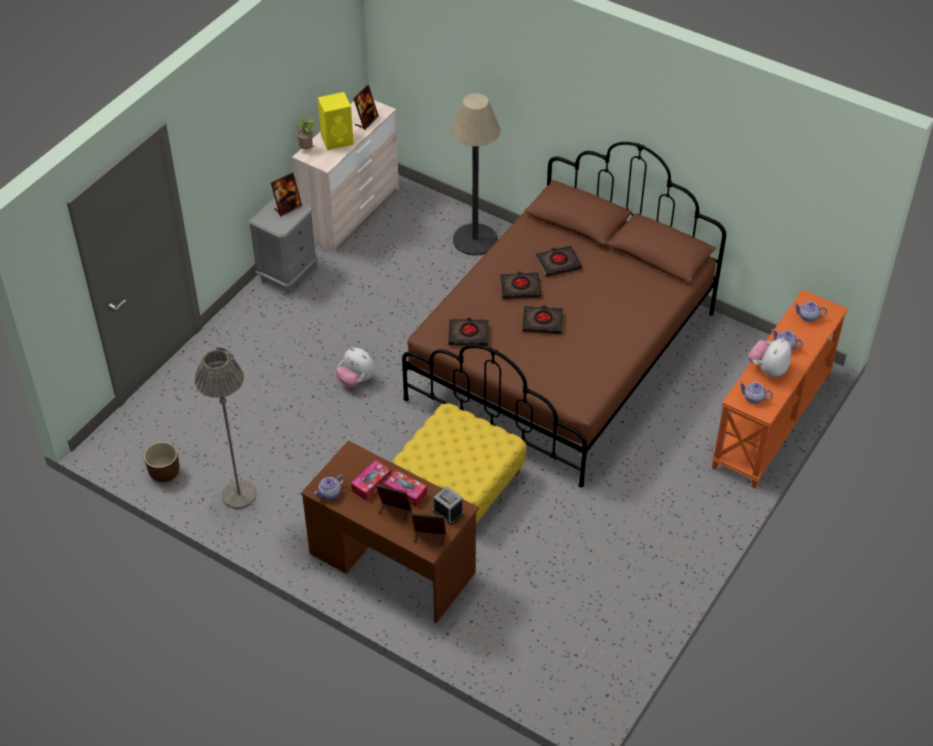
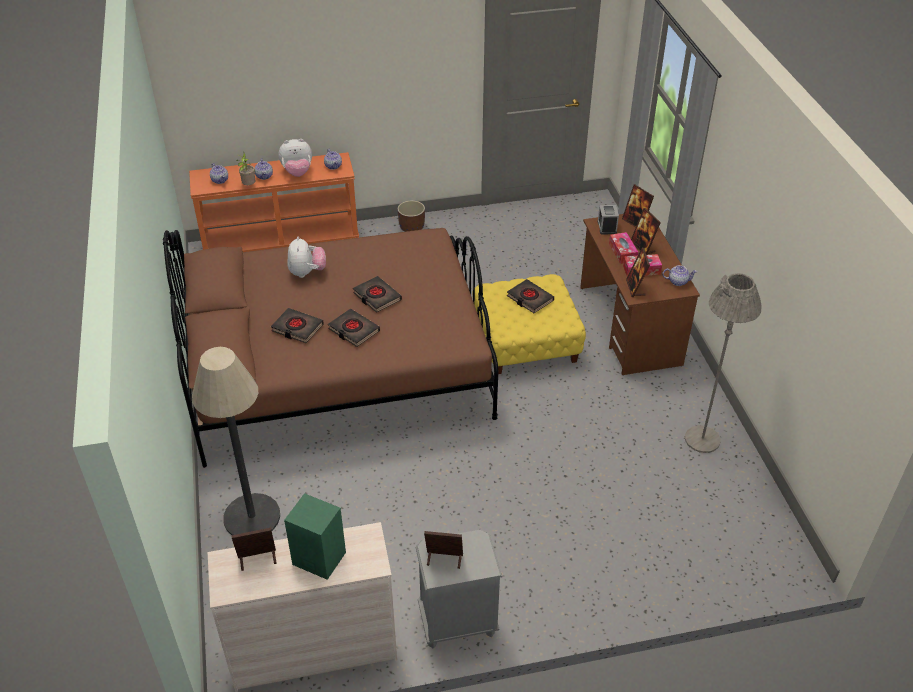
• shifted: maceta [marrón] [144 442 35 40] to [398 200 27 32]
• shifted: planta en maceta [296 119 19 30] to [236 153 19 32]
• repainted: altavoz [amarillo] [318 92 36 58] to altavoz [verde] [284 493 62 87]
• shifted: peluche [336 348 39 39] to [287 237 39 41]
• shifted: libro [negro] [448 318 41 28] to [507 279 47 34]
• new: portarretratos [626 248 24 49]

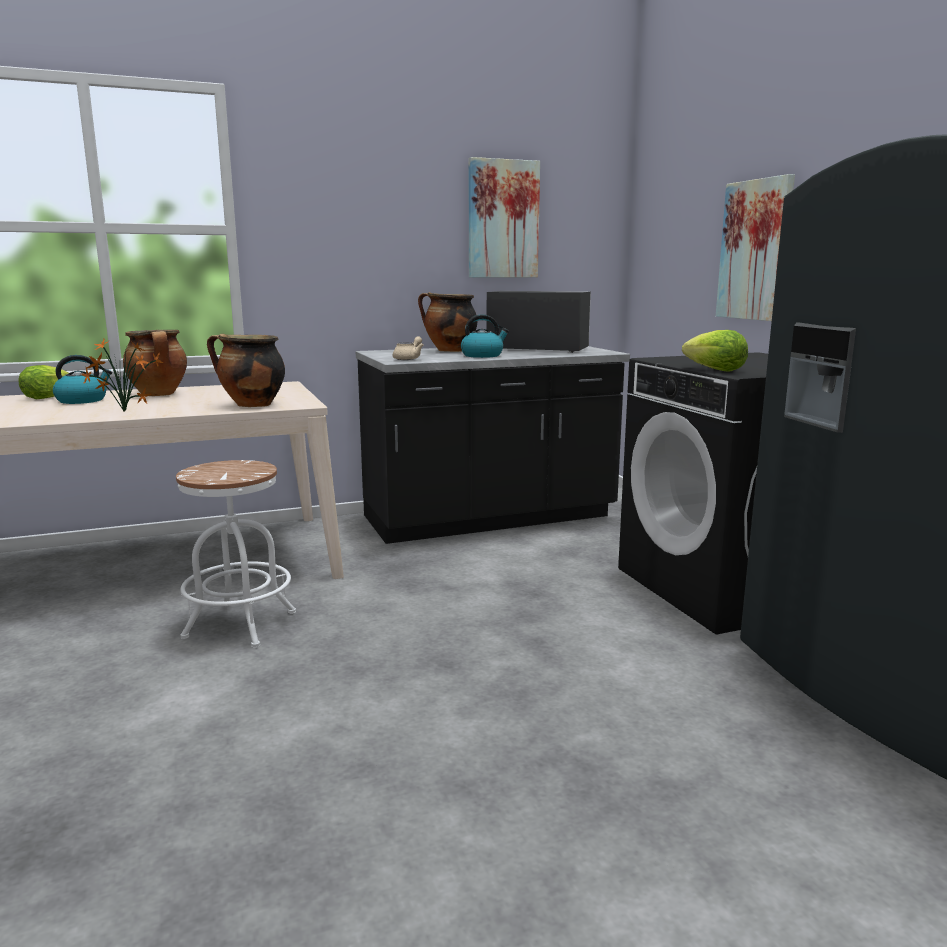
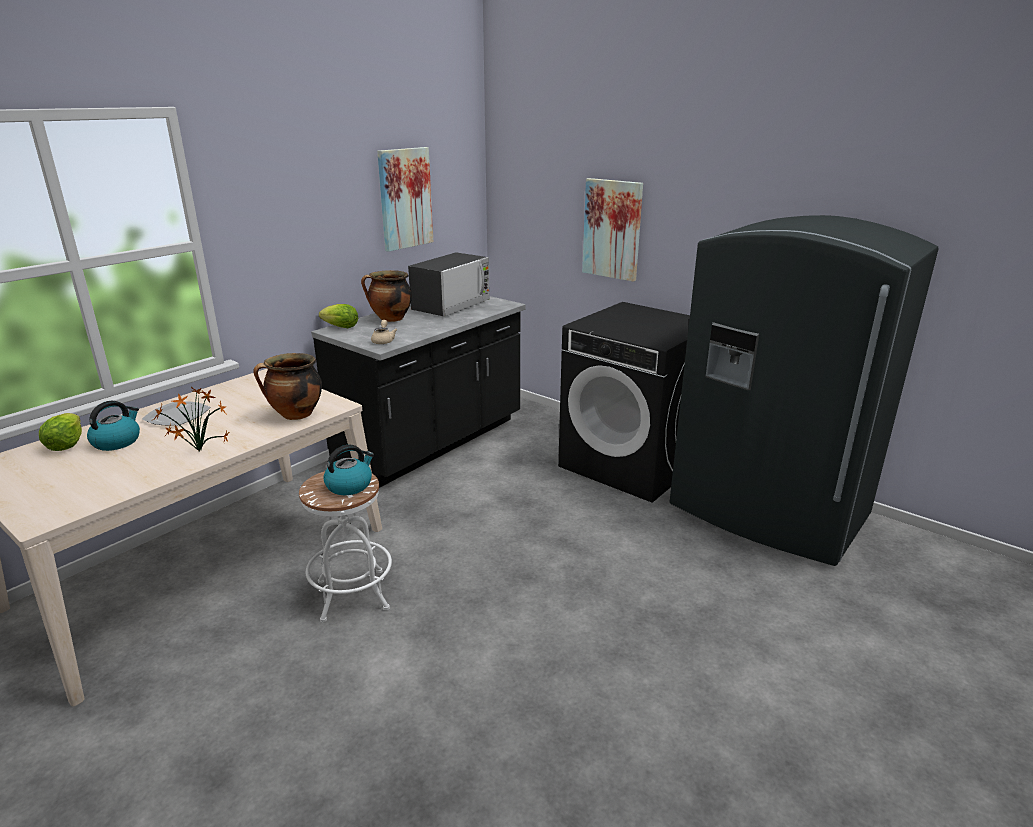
• swapped: olla [123 330 64 66] to plato [142 401 68 24]
• shifted: hervidor [461 314 48 44] to [323 445 51 50]
• rotated: microondas [486 291 105 62] = [408 252 82 64] 135 degrees clockwise
• shifted: lechuga [682 330 66 42] to [319 304 39 24]

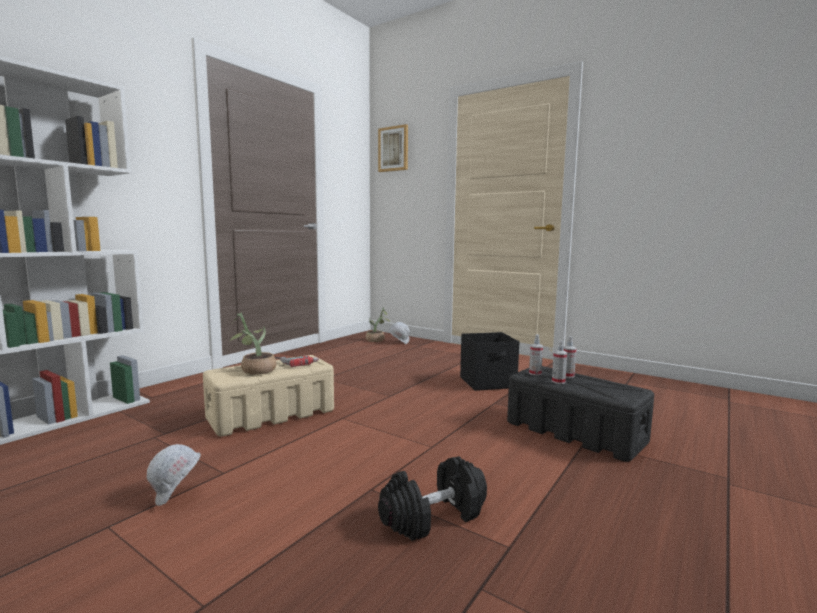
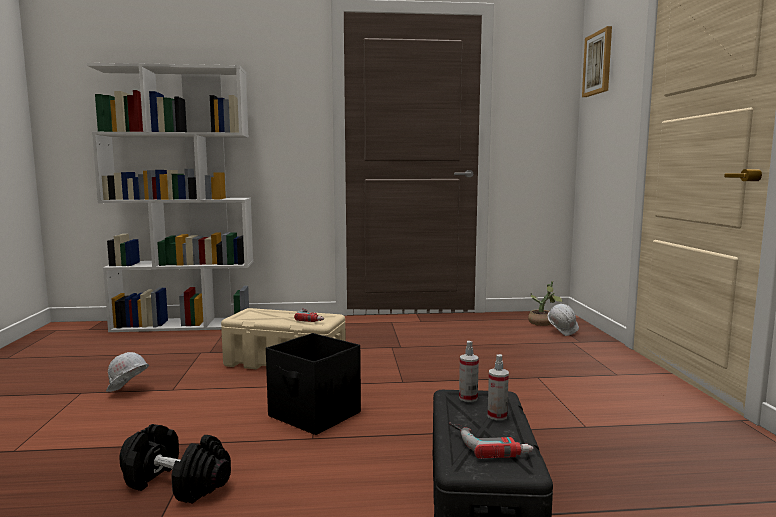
• gone: planta en maceta [230 313 46 62]
• shifted: caja de almacenaje [negro] [460 332 59 59] to [266 333 95 102]
• gone: pulverizador [552 341 15 43]
• new: taladro [449 422 85 37]

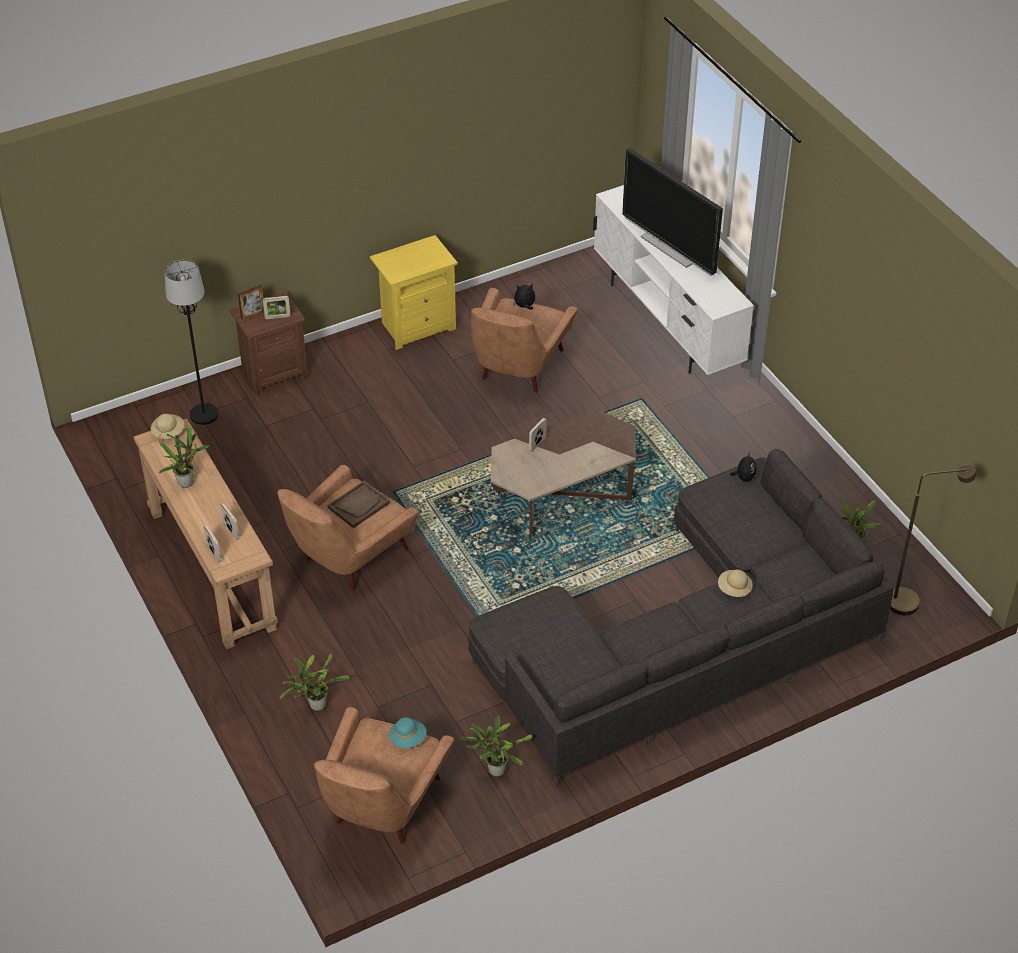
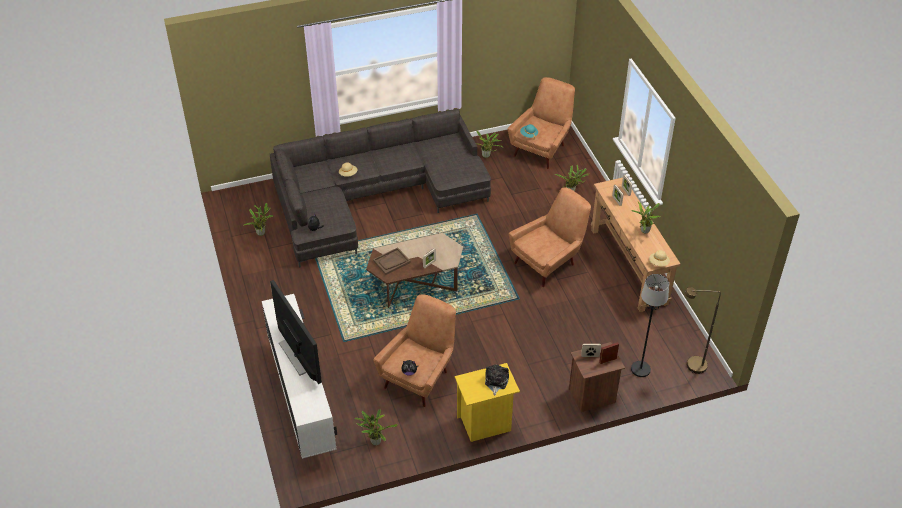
• shifted: bandeja [marrón] [327 480 63 48] to [373 248 38 27]
• shifted: lámpara de pie [marrón] [890 464 86 151] to [685 287 36 87]
• new: planta en maceta [354 409 44 36]
• new: peluche [485 364 24 31]

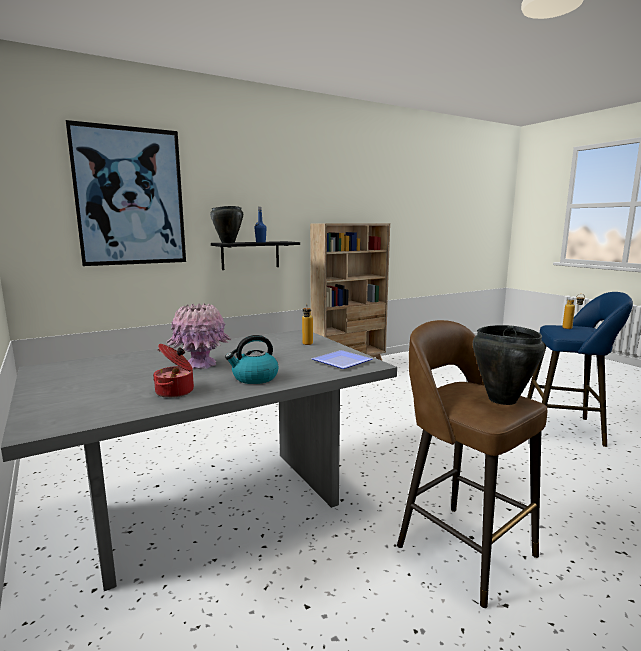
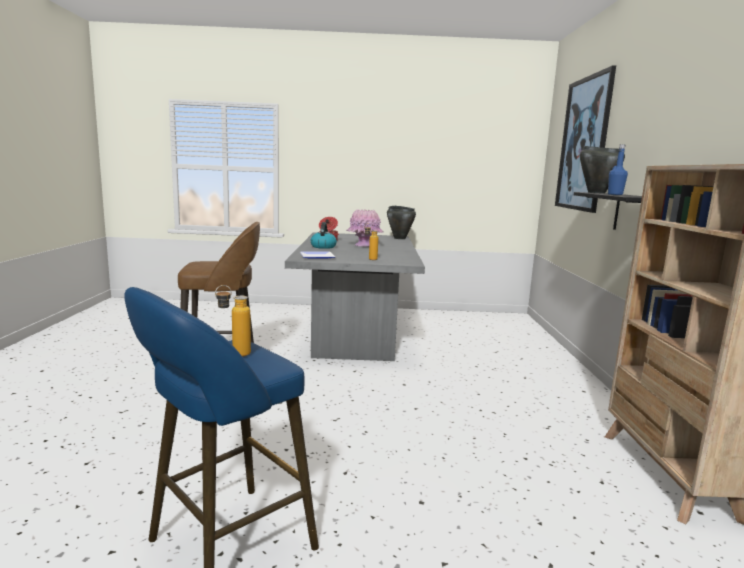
• shifted: olla [negro] [473 325 72 80] to [387 206 29 33]

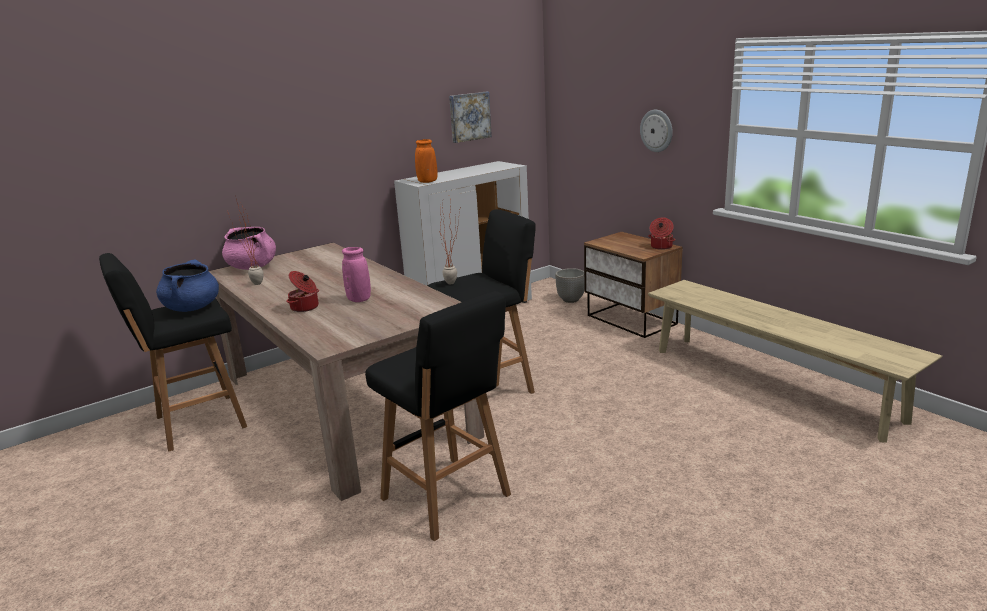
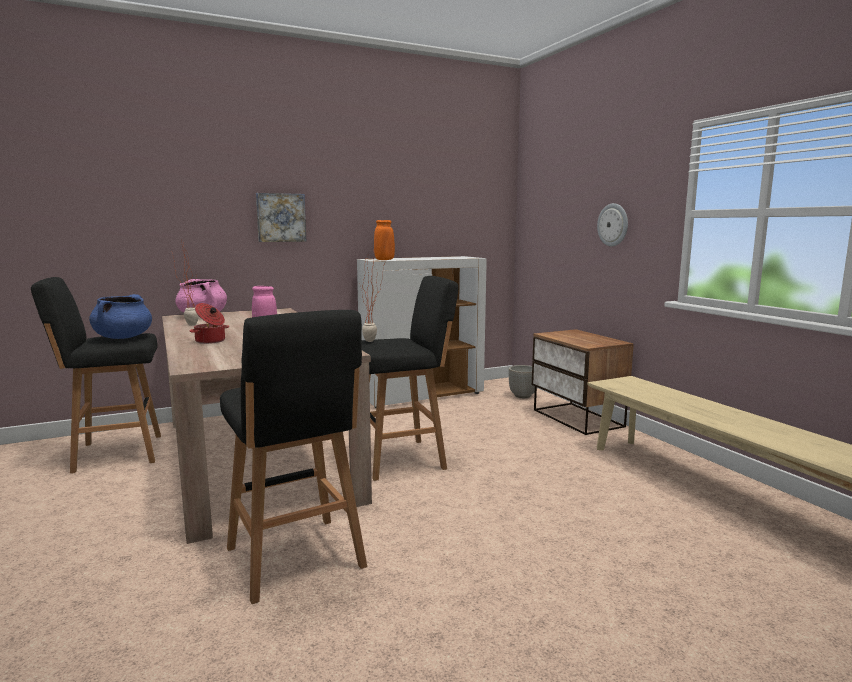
• shifted: cuadro [449 92 43 51] to [256 193 50 49]
• gone: olla [648 217 28 33]

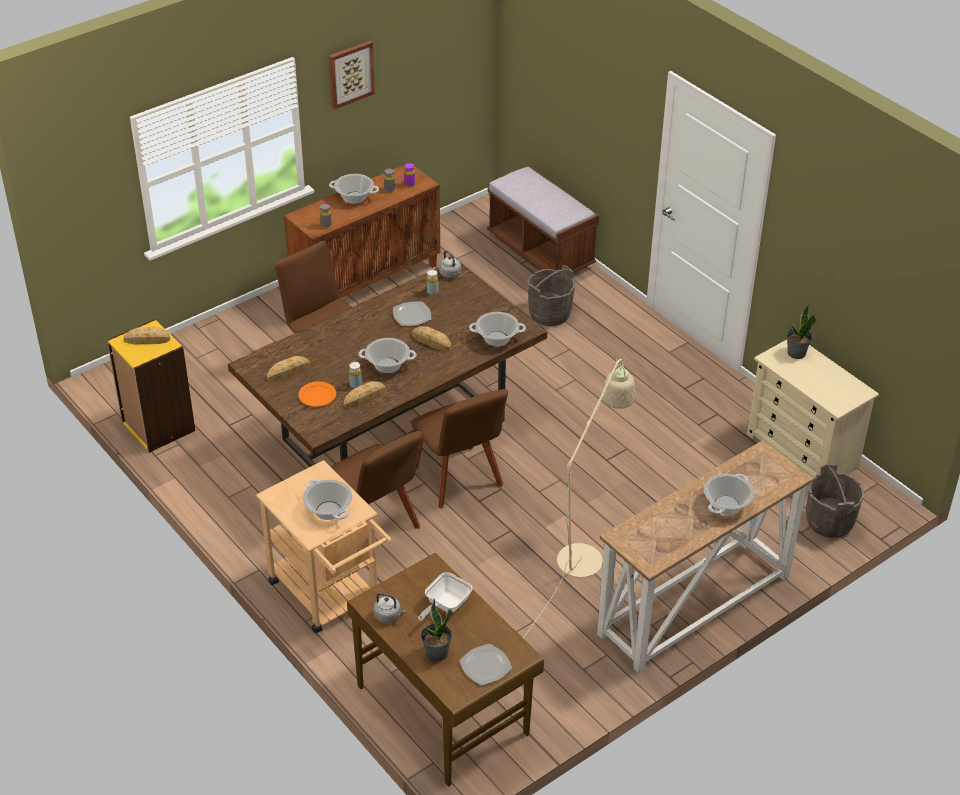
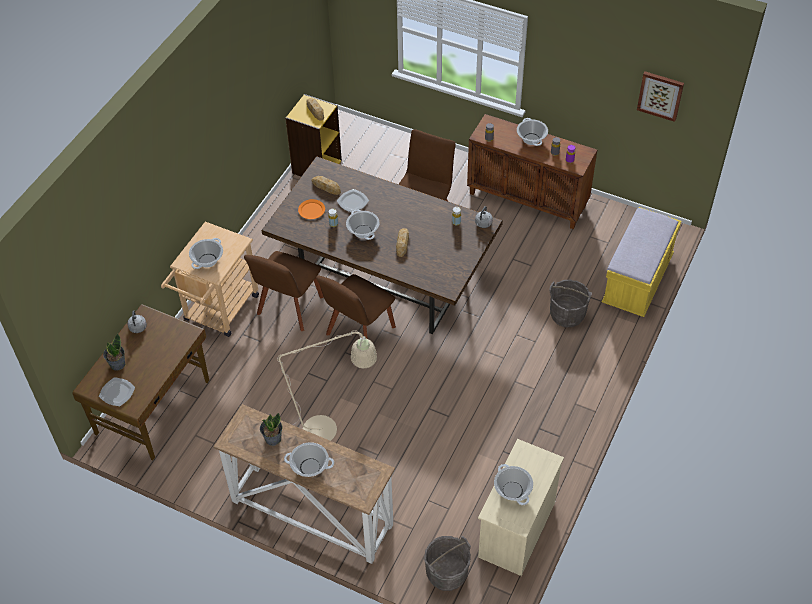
• shifted: cuadro [329 41 46 68] to [637 72 47 50]
• gone: pan [343 381 43 27]
• shifted: plato [393 302 38 24] to [337 189 32 23]
• gone: sartén [418 572 55 50]
• shifted: olla [469 312 57 34] to [494 464 39 41]
• repainted: banco [marrón] [487 165 112 108] to banco [amarillo] [602 207 79 110]
• shifted: planta en maceta [786 305 30 54] to [260 413 22 33]

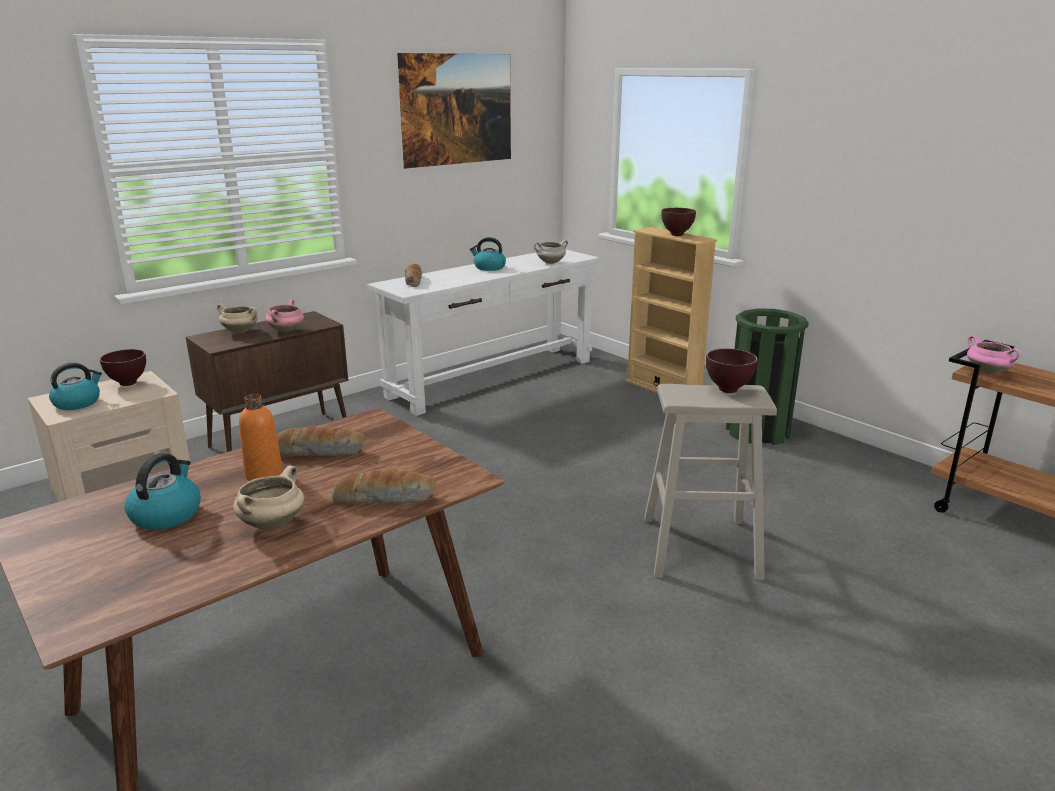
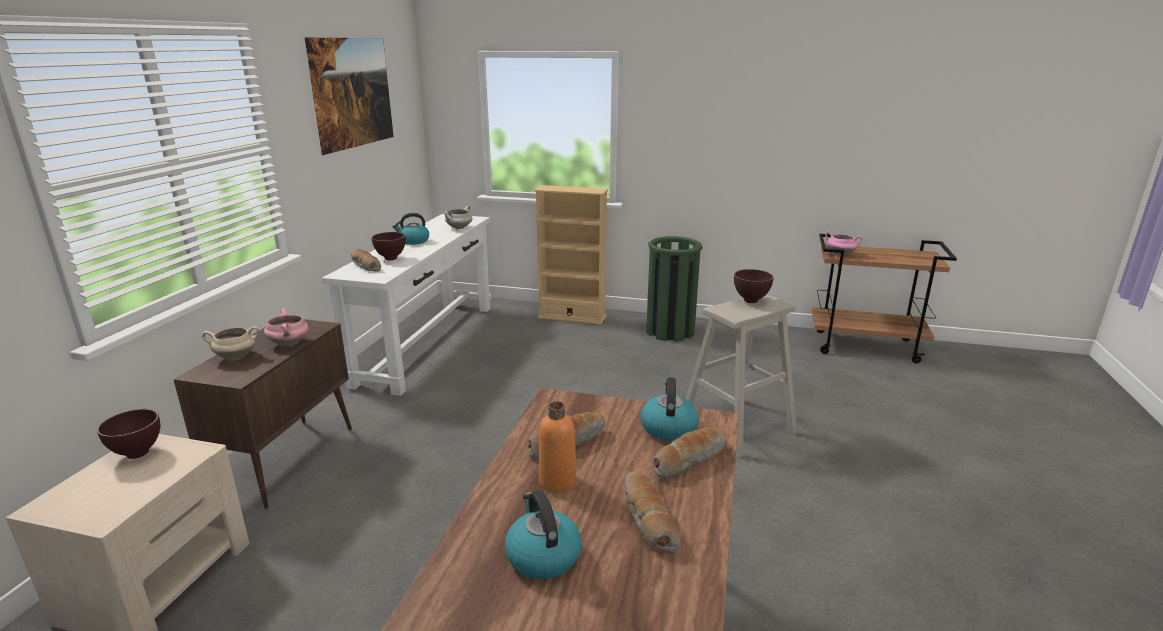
• shifted: hervidor [49 363 53 47] to [641 377 58 64]
• swapped: olla [beis] [233 465 71 65] to pan [625 472 55 82]
• shifted: cuenco [marrón] [662 208 34 28] to [372 232 34 28]

